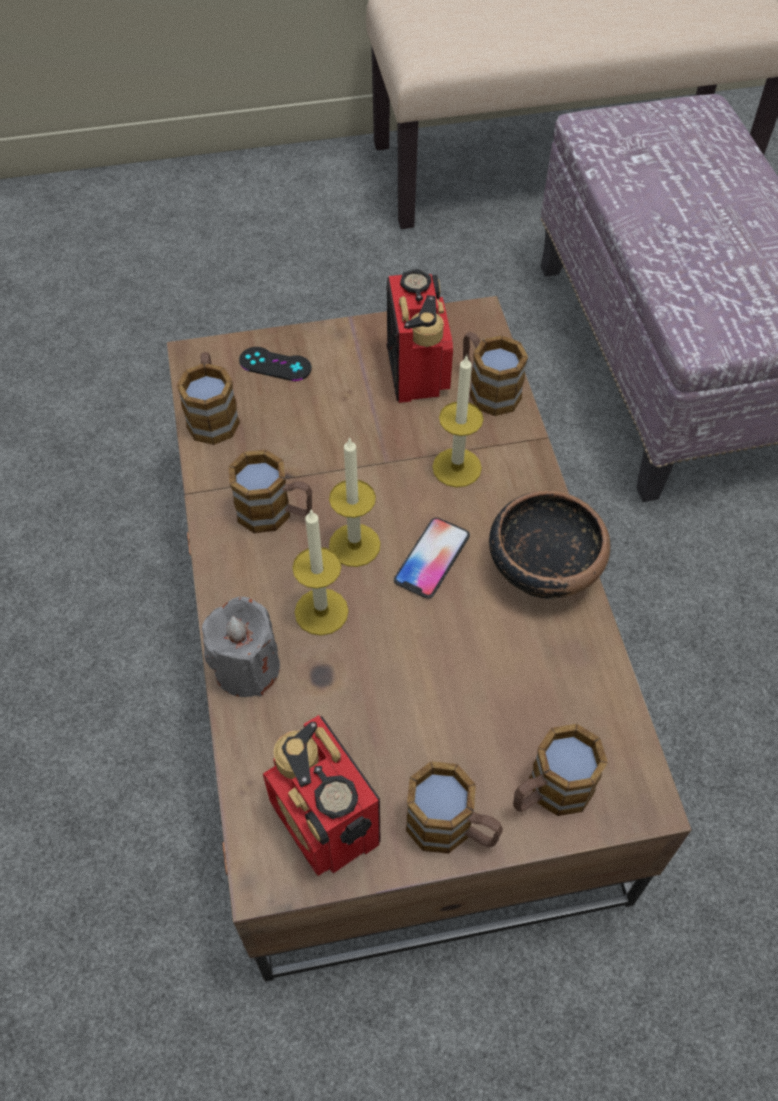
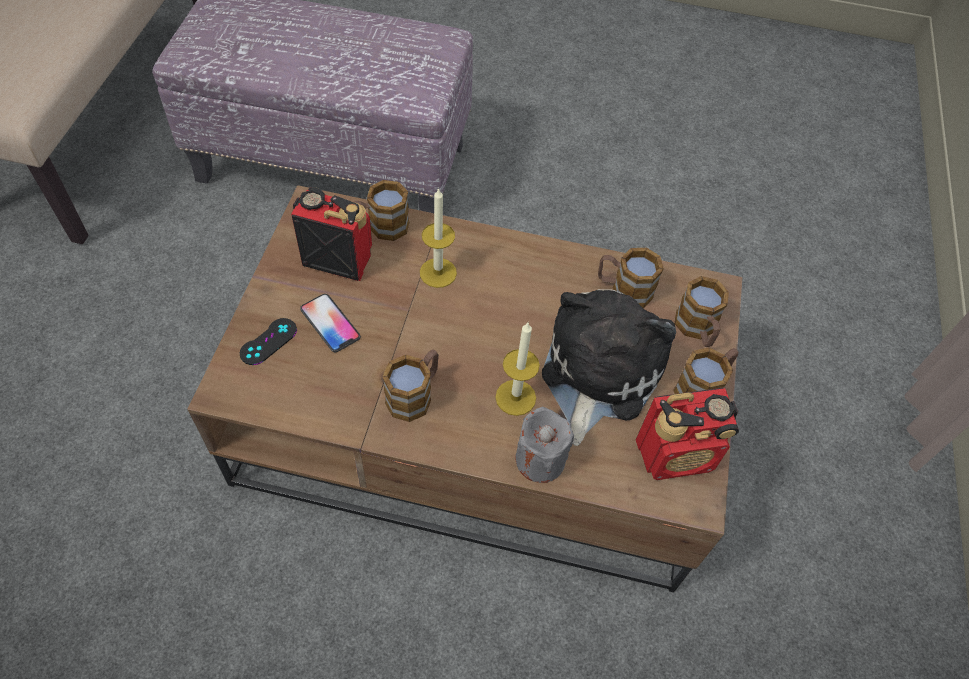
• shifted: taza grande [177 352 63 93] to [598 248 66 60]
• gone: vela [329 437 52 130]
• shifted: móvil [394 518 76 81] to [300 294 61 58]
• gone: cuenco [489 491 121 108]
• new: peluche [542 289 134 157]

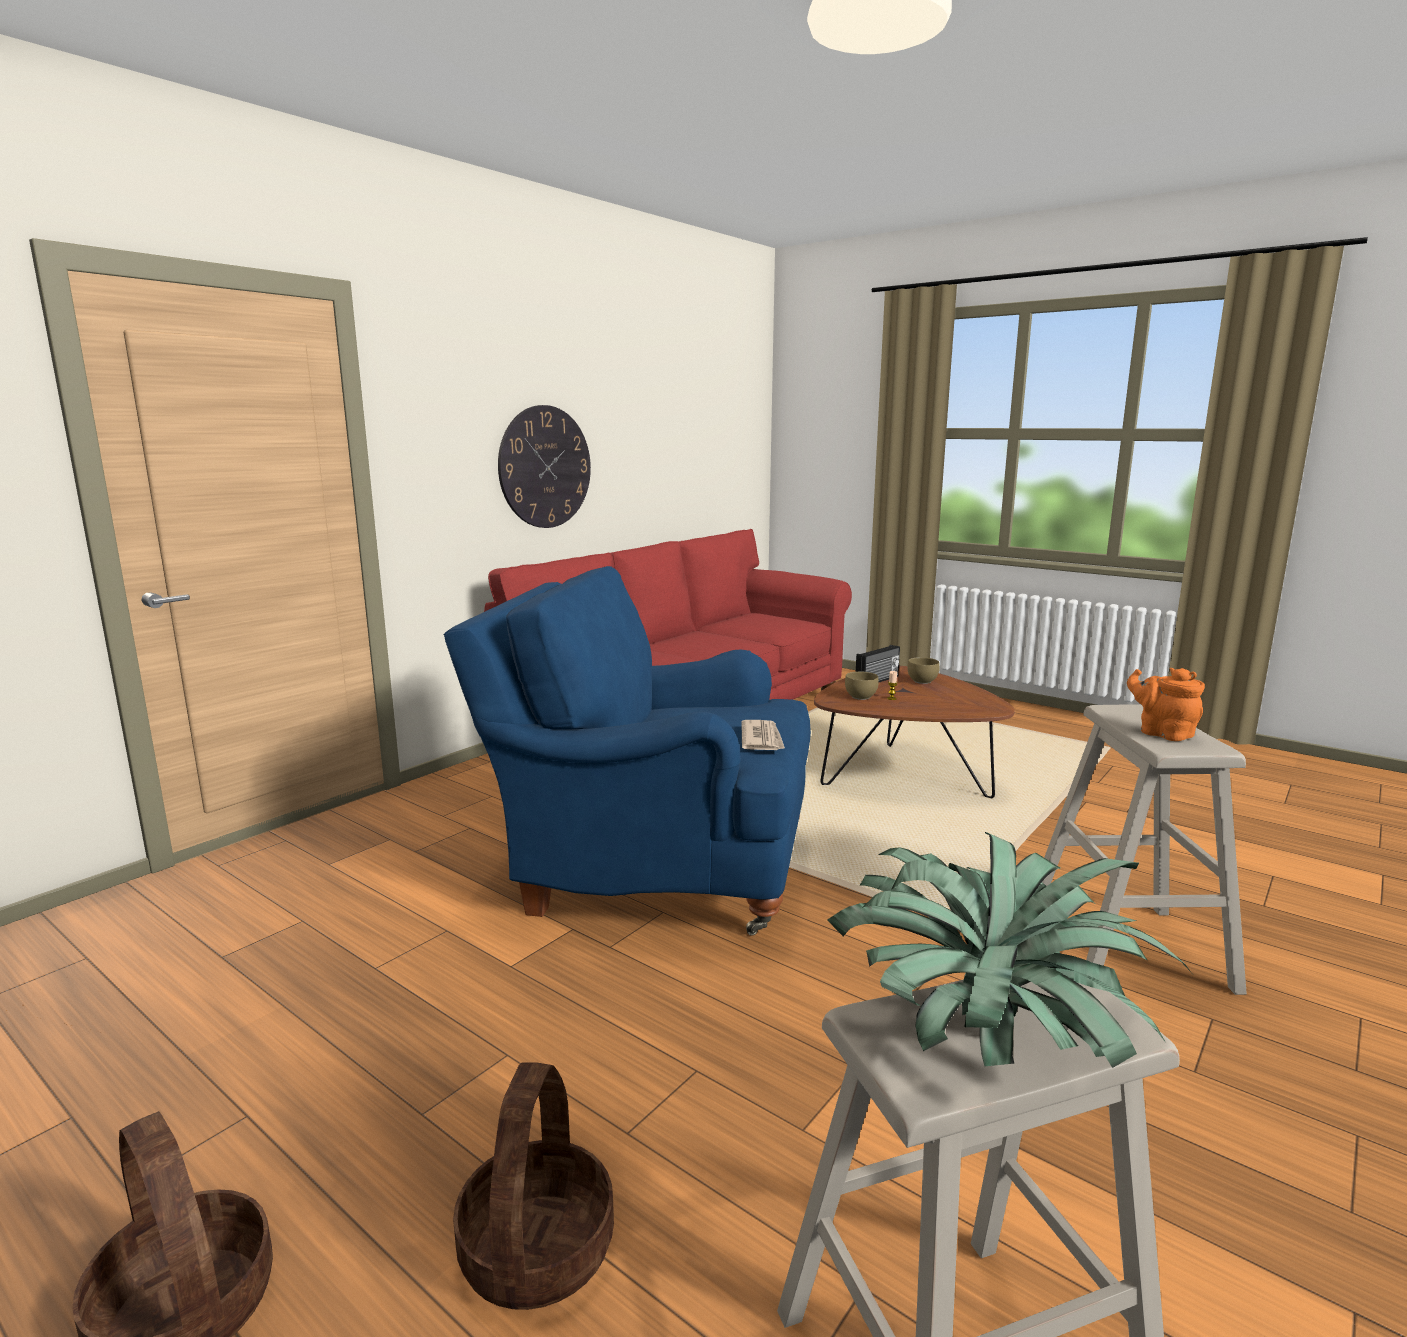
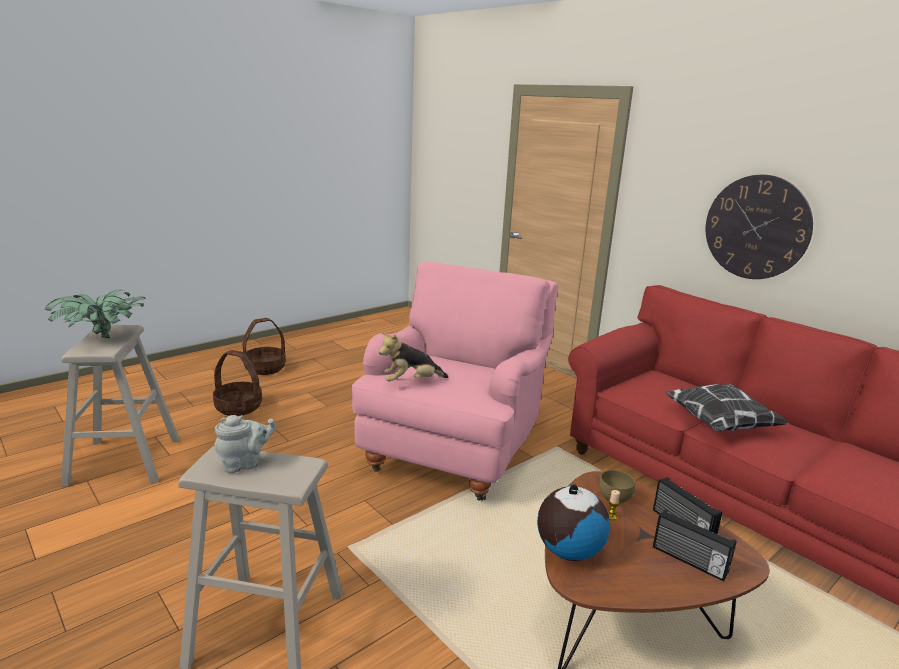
• repainted: sillón [azul] [444 566 367 370] to sillón [rosa] [352 262 206 239]
• swapped: periódico [741 720 44 30] to peluche [379 332 69 49]
• swapped: cuenco [marrón] [907 657 33 27] to radio [653 509 83 73]
• repainted: tetera [naranja] [1127 668 78 73] to tetera [gris] [214 415 63 58]
• new: globo terráqueo [537 484 73 77]
• new: cojín [664 383 125 48]

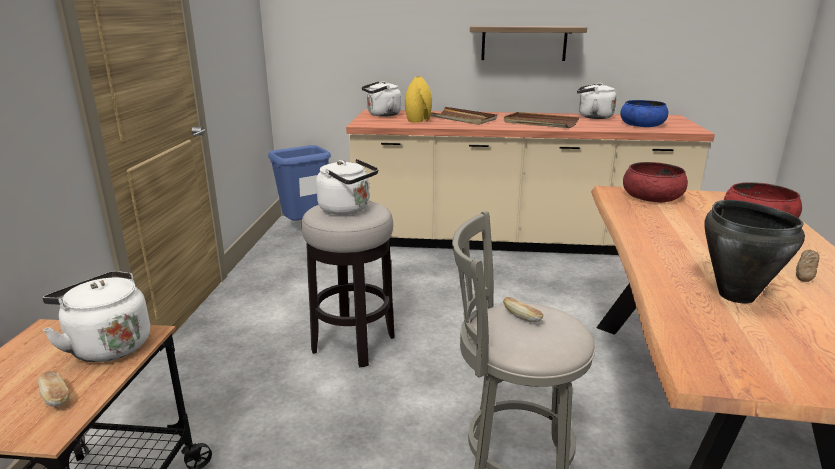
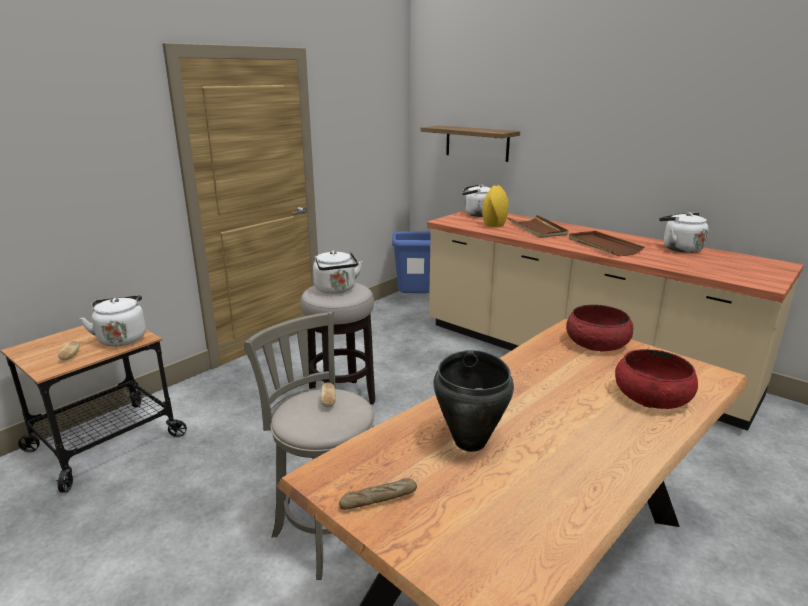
• shifted: estante [470 26 117 35] to [420 125 100 37]
• gone: cuenco [azul] [620 100 48 27]
• shifted: pan [796 250 23 32] to [339 478 78 32]

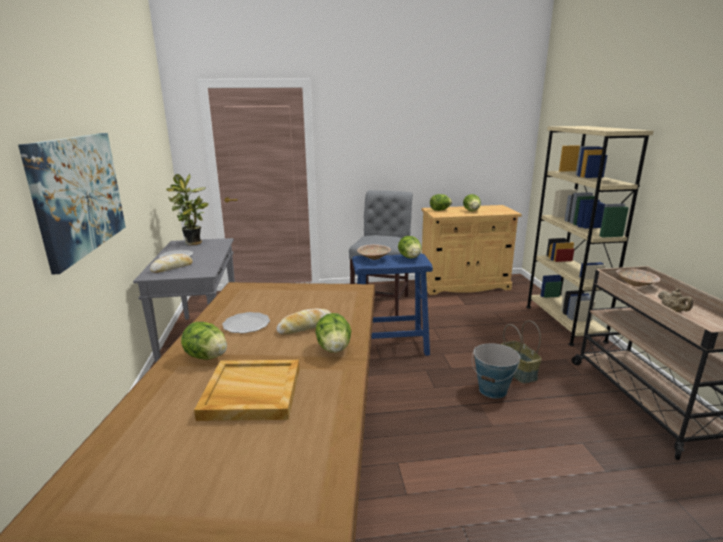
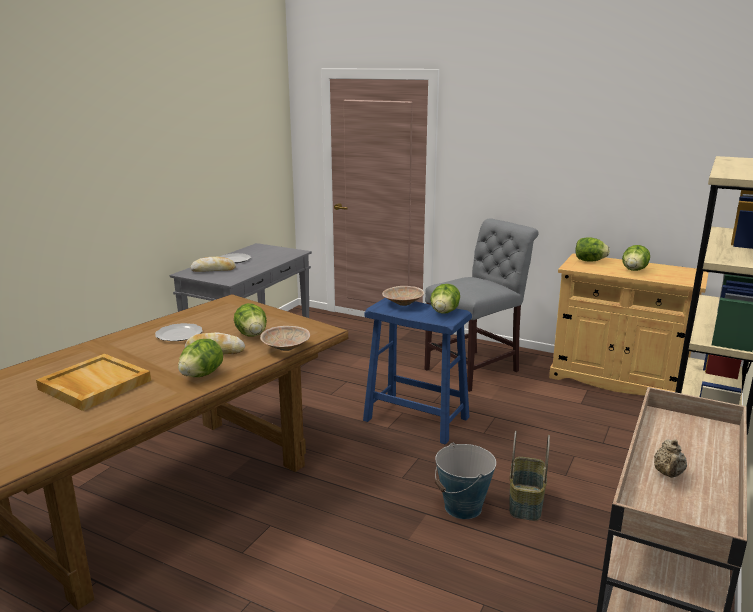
• gone: cuadro [18 133 108 142]
• gone: planta en maceta [166 173 43 73]
• shifted: lechuga [181 322 46 38] to [234 303 33 34]
• shifted: cuenco [beis] [616 269 44 18] to [260 326 50 25]

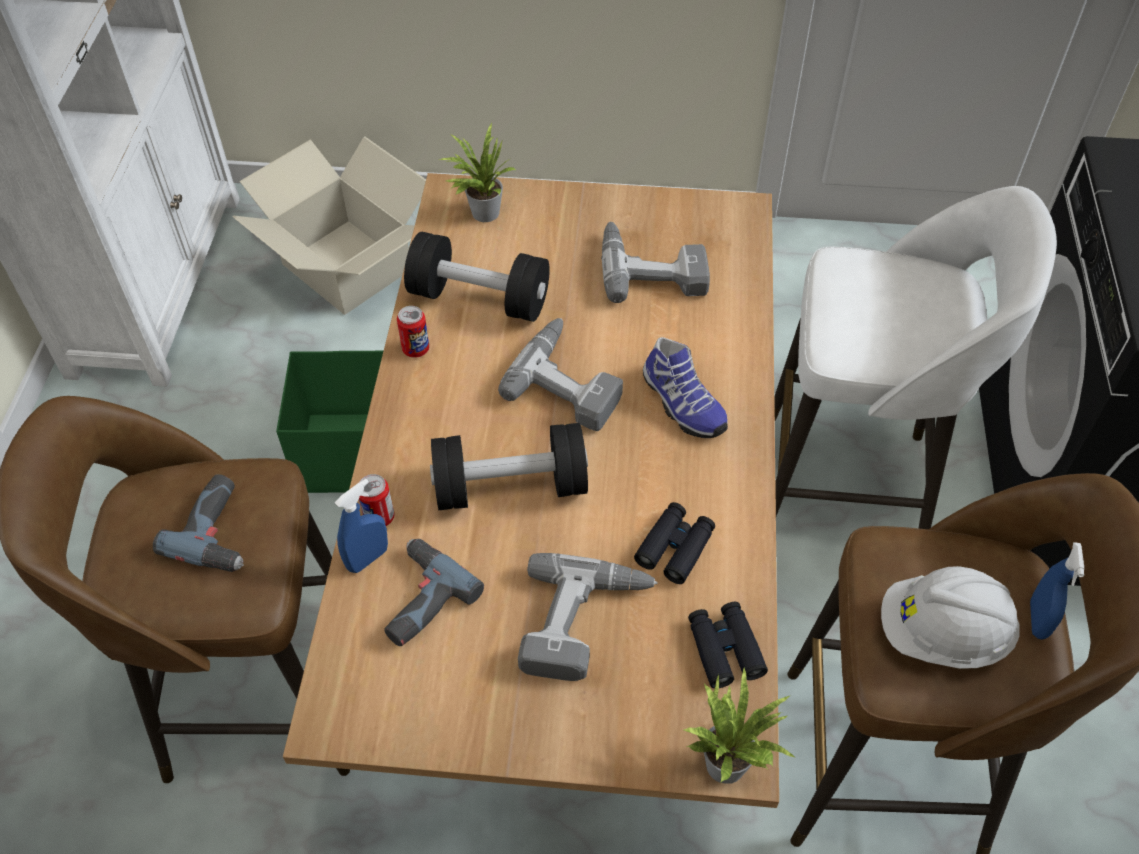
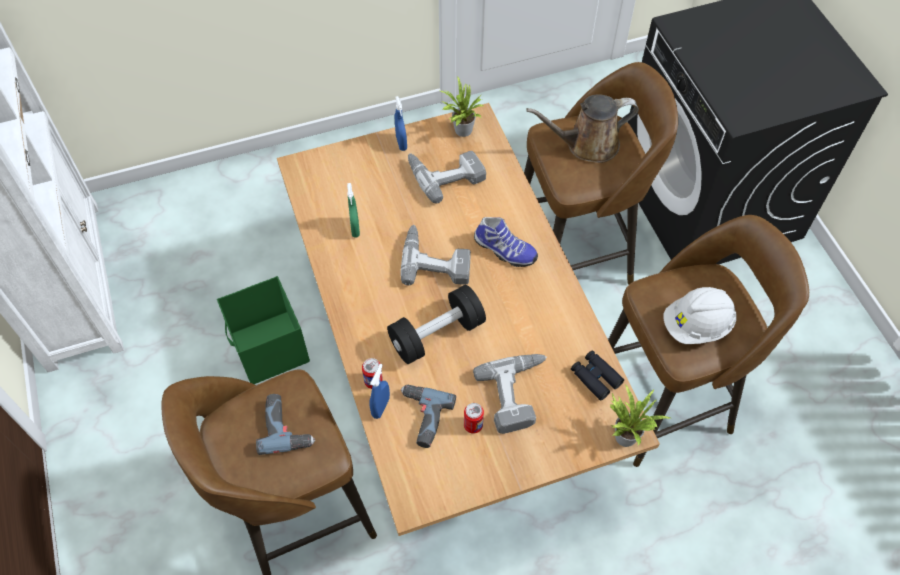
• gone: caja de cartón [232 137 194 178]
• shifted: lata [397 306 32 52] to [464 403 20 31]
• swapped: mancuerna [negro] [404 232 146 90] to pulverizador [verde] [347 183 13 55]
• shifted: planta en maceta [439 123 79 99] to [441 75 44 62]
• gone: prismáticos [negro] [634 502 81 82]
• repainted: taburete [blanco] [774 186 283 343] to taburete [marrón] [524 62 154 223]
• shifted: pulverizador [azul] [1030 542 54 98] to [395 96 12 55]
• new: regadera [marrón] [526 94 113 69]

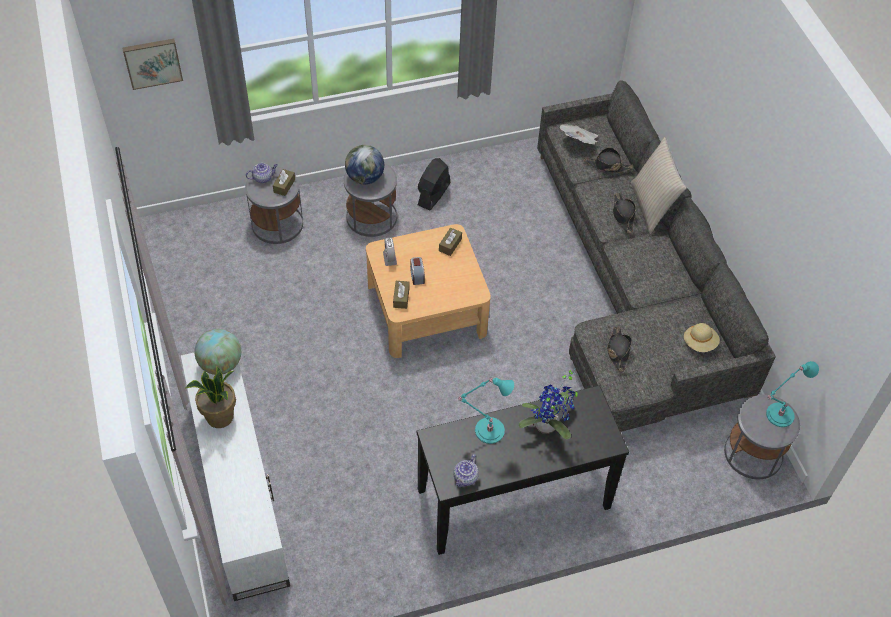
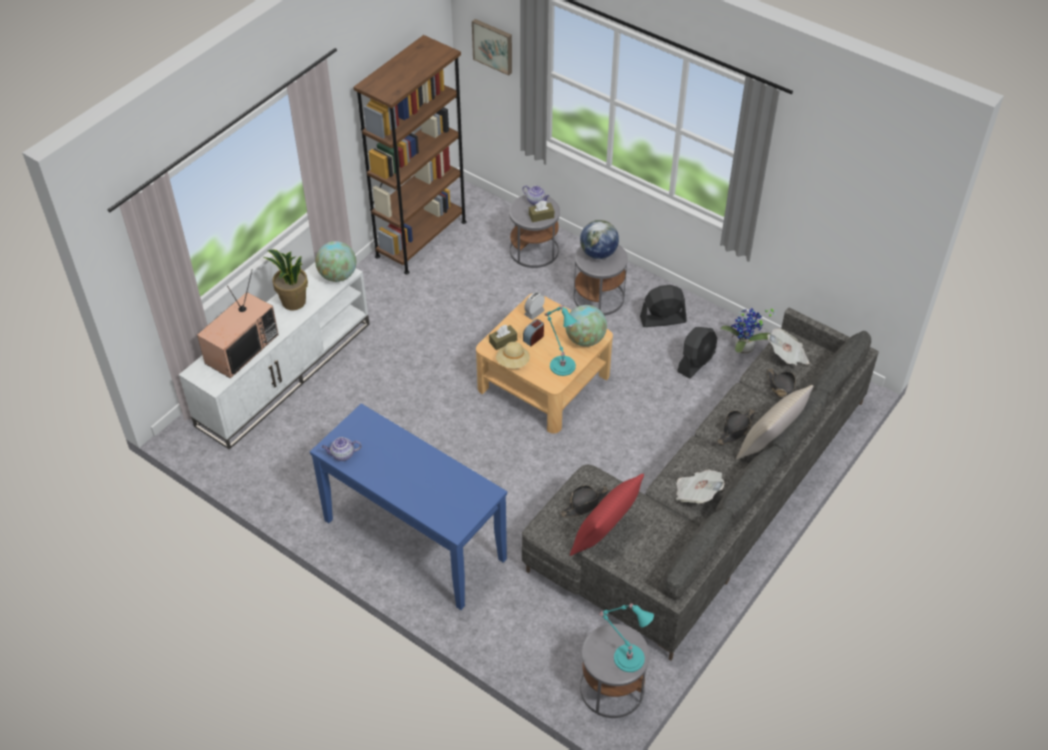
• repainted: mesa consola [negro] [417 385 212 170] to mesa consola [azul] [310 403 197 207]
• swapped: caja de pañuelos [marrón] [439 228 23 28] to globo terráqueo [565 305 42 42]
• shifted: lámpara de mesa [turquesa] [458 378 56 66] to [544 305 33 71]
• shifted: planta en maceta [518 368 60 72] to [721 308 57 46]
• shifted: sombrero [beis] [684 323 36 29] to [496 342 34 27]
• new: televisor [197 269 82 110]
• new: estantería [marrón] [353 35 114 239]
• new: cojín [rojo] [570 474 74 82]
• new: periódico [676 470 48 34]
• new: ventilador [negro] [677 327 40 52]

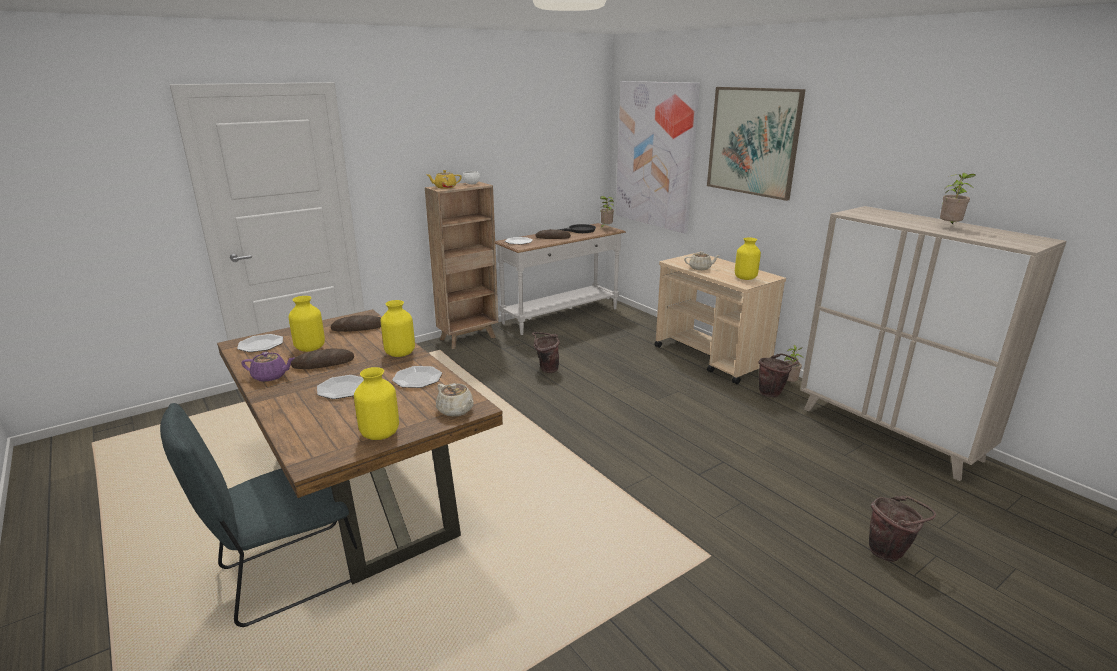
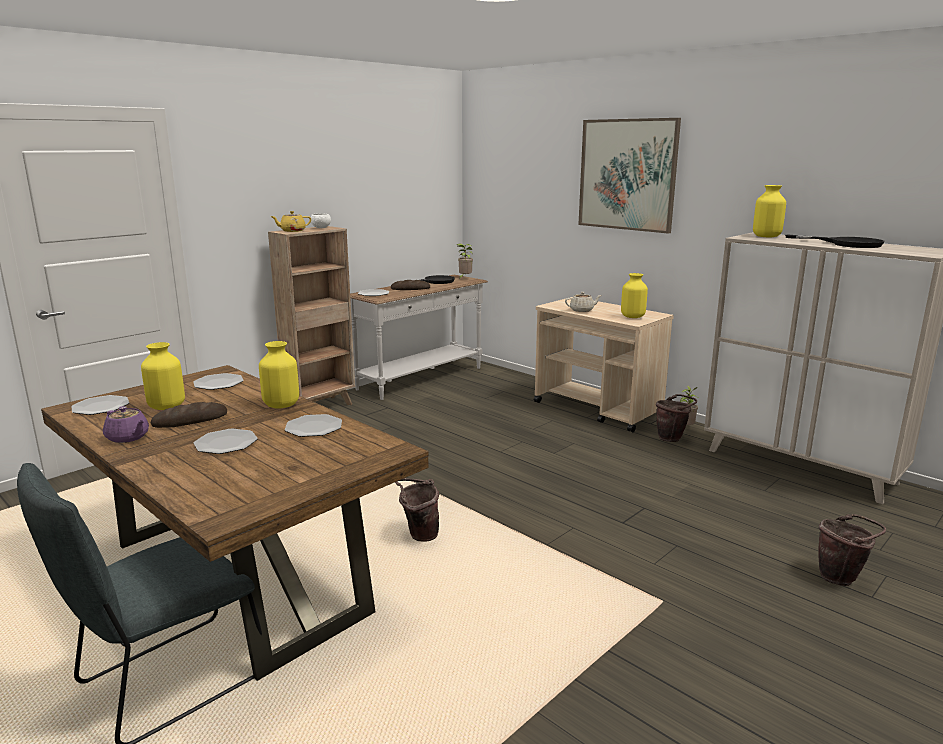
• rotated: tetera [morado] [241 352 53 30] = [103 406 46 37] 45 degrees clockwise
• swapped: pan [331 315 50 17] to plato [193 373 51 17]
• shifted: florero [amarillo] [354 367 45 73] to [753 185 33 52]
• gone: tetera [beis] [436 383 38 34]
• shifted: cubo [marrón] [532 332 28 41] to [395 478 44 64]
• gone: cuadro [616 81 84 153]
• swapped: planta en maceta [940 173 36 51] to sartén [negro] [785 234 100 14]

